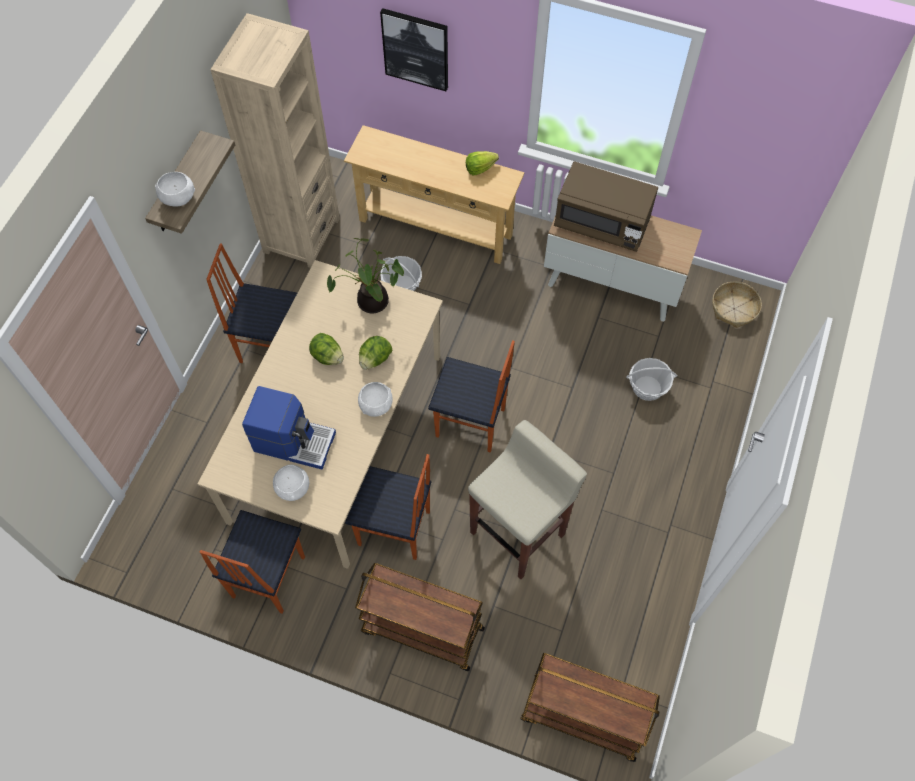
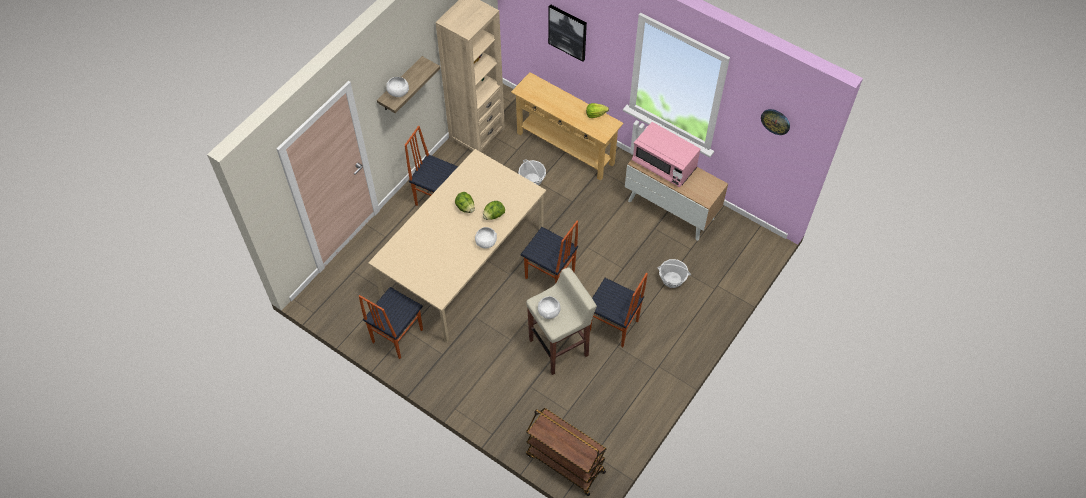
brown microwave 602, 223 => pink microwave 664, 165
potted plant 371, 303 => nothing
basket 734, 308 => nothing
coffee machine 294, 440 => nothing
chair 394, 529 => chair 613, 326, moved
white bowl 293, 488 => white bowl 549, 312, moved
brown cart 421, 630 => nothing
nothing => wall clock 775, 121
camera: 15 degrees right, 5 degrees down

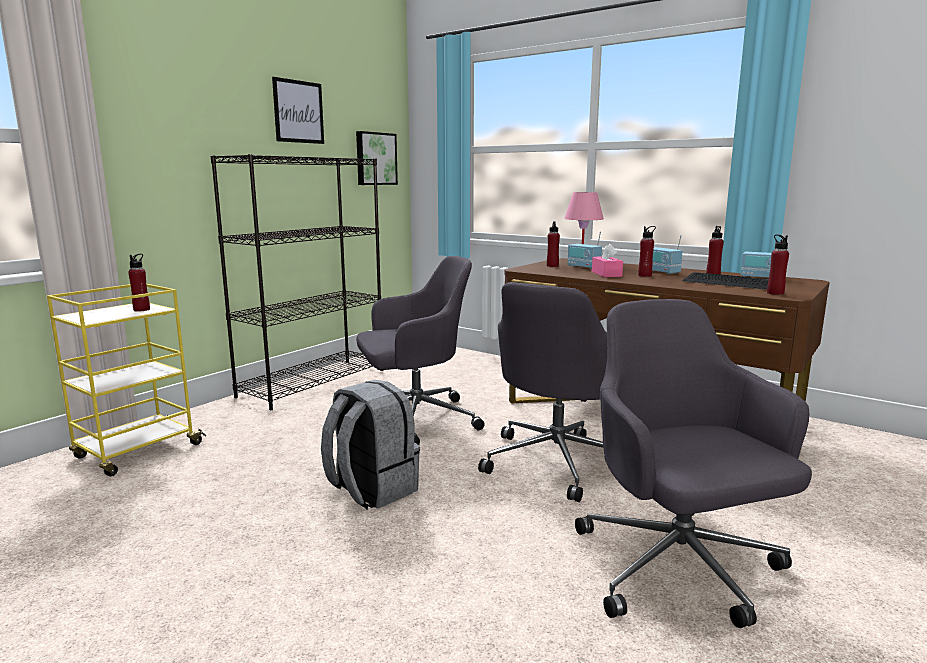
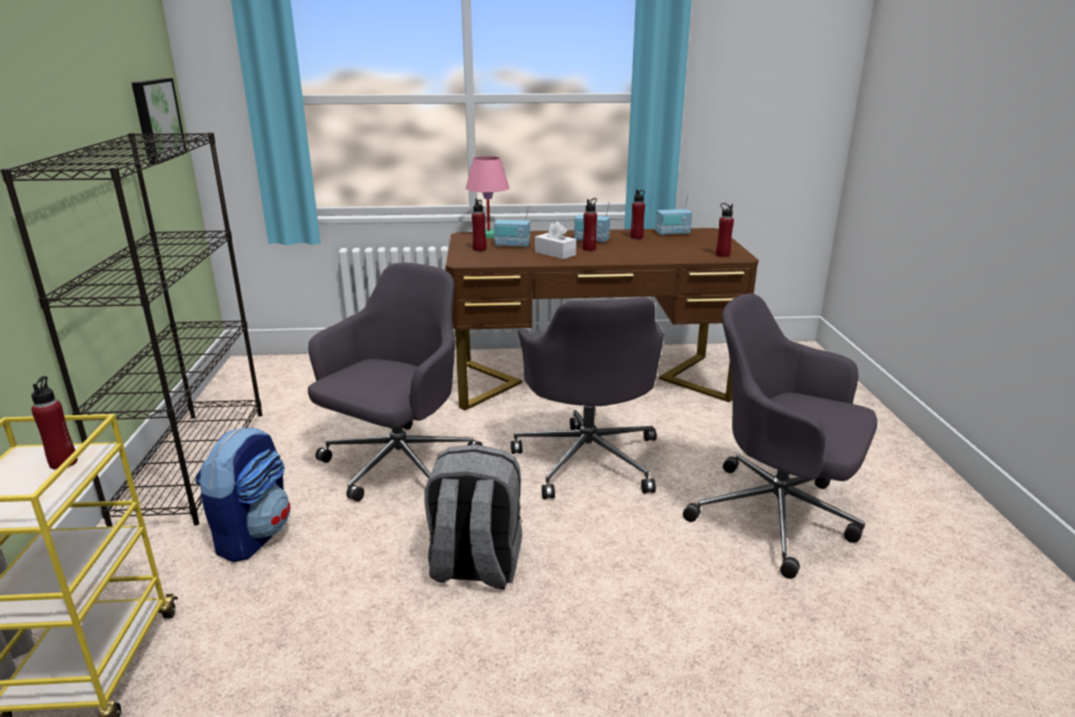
picture 298, 112 => nothing
pink tissue box 606, 274 => white tissue box 555, 253
keyboard 731, 283 => nothing
nothing => backpack 253, 535
camera: 40 degrees left, 10 degrees up

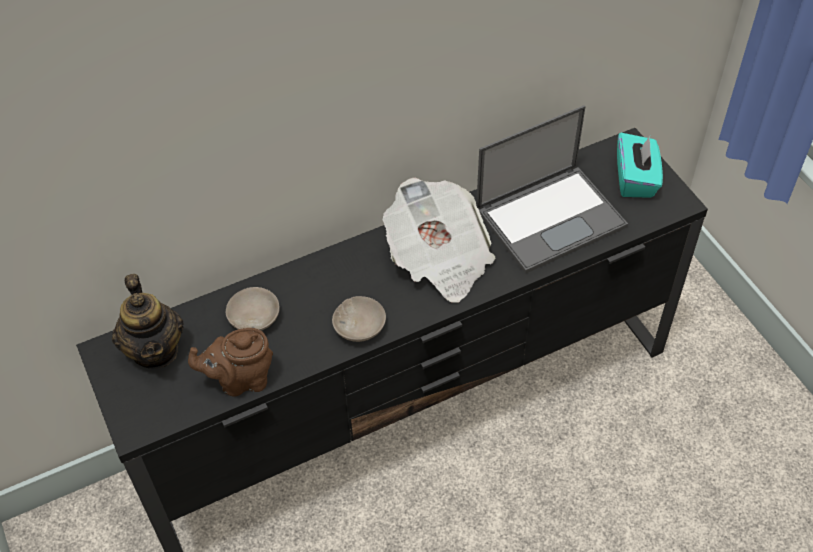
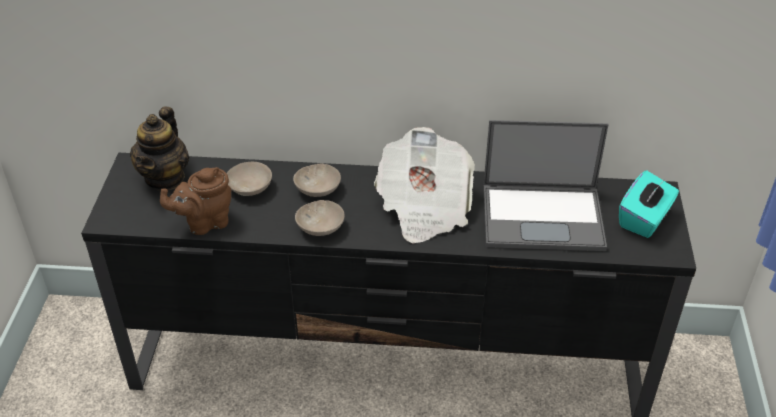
brown teapot 241, 380 => brown teapot 204, 222, 45 degrees counterclockwise
nothing => beige bowl 317, 190
camera: 30 degrees right, 10 degrees down

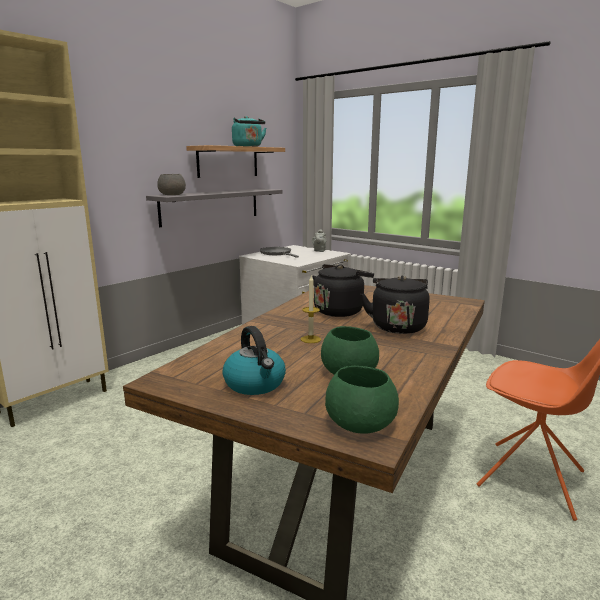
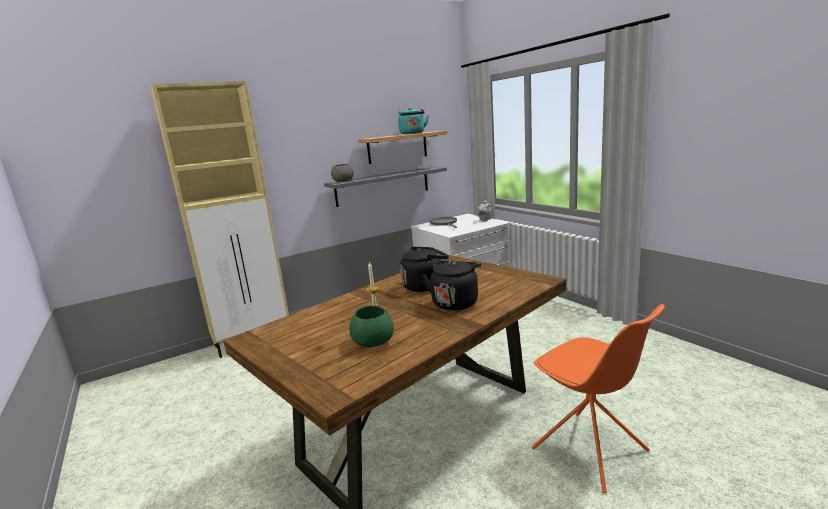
kettle 255, 384 => nothing
green bowl 359, 423 => nothing
camera: 20 degrees right, 0 degrees up

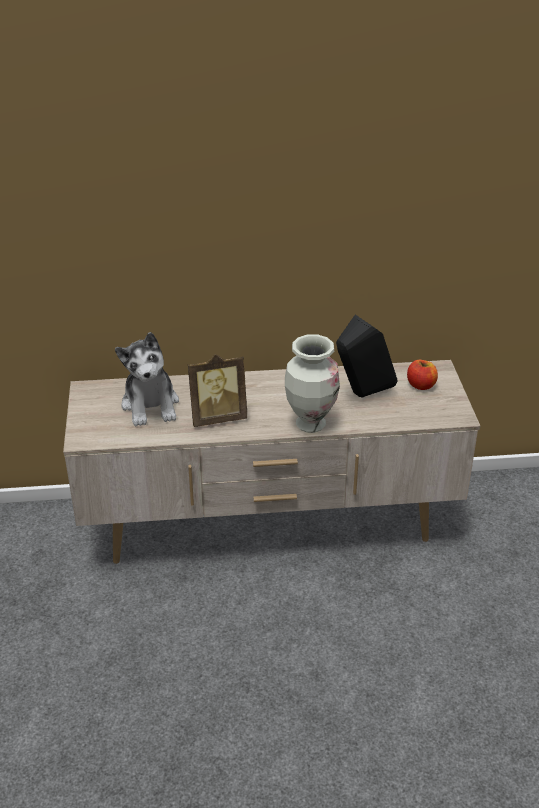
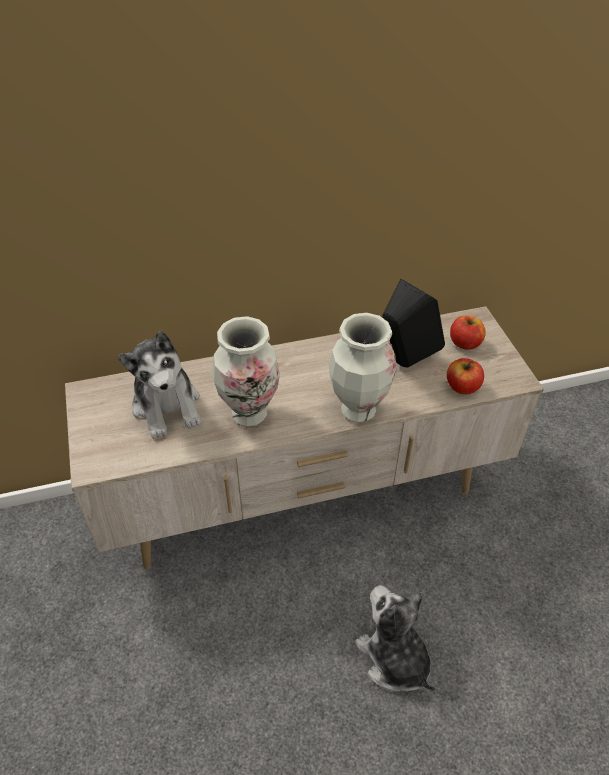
picture frame 218, 417 => vase 249, 414
nothing => apple 462, 387
nothing => plush toy 394, 659
camera: 10 degrees left, 10 degrees up

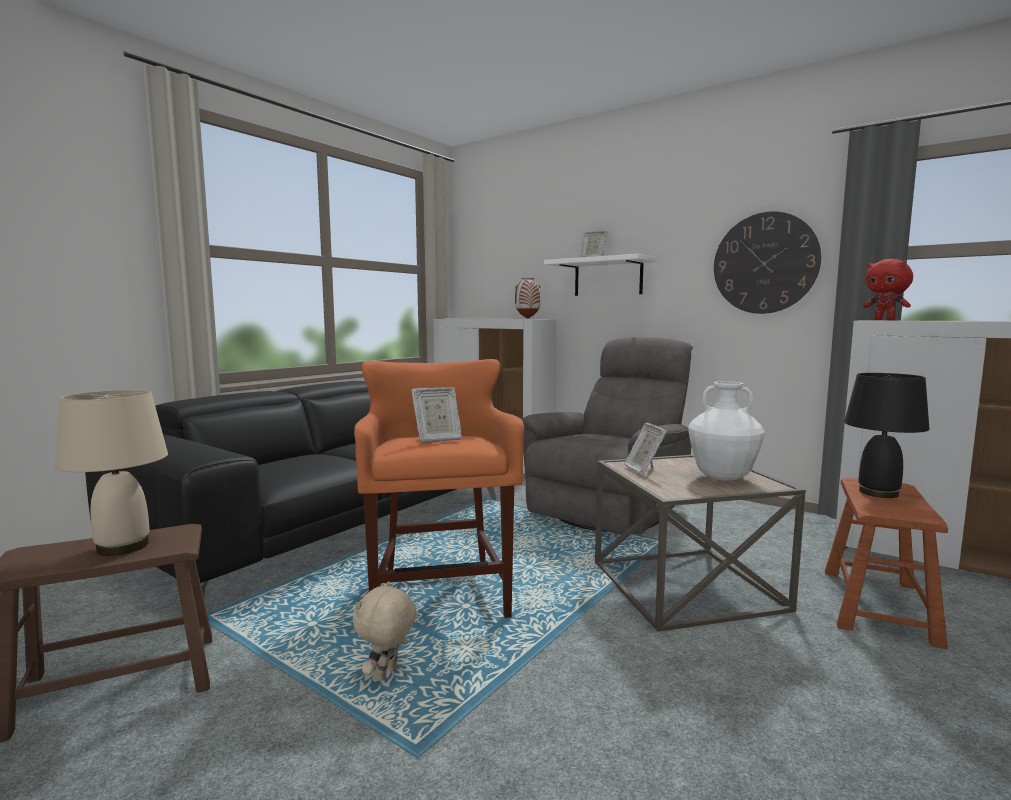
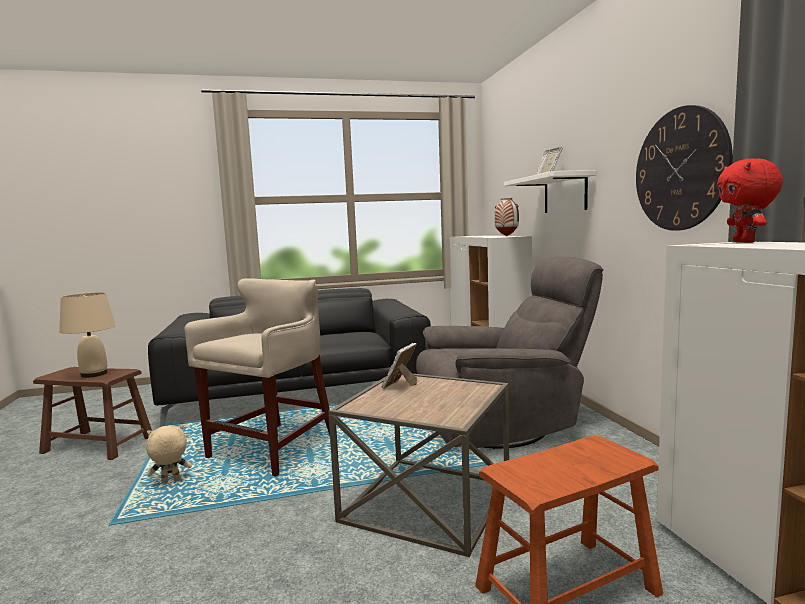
orange stool 439, 593 => beige stool 273, 449
black table lamp 878, 492 => nothing
white vase 722, 478 => nothing
picture frame 437, 439 => nothing
camera: 40 degrees right, 0 degrees up

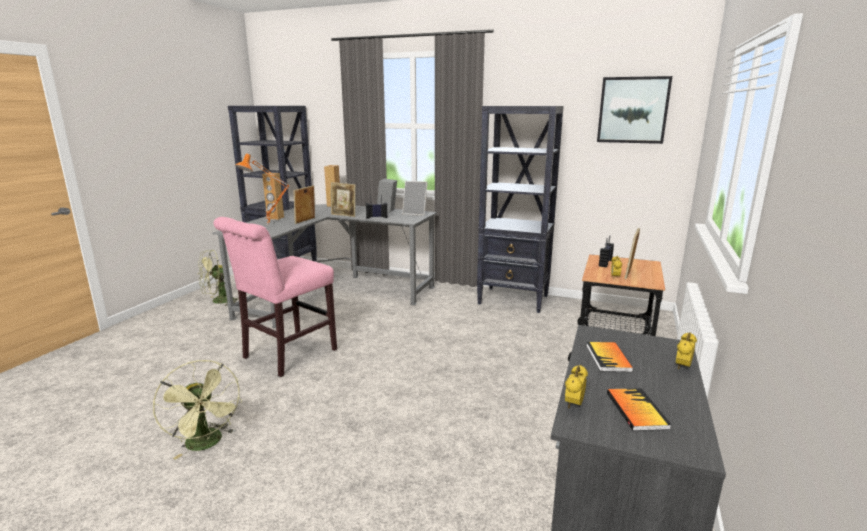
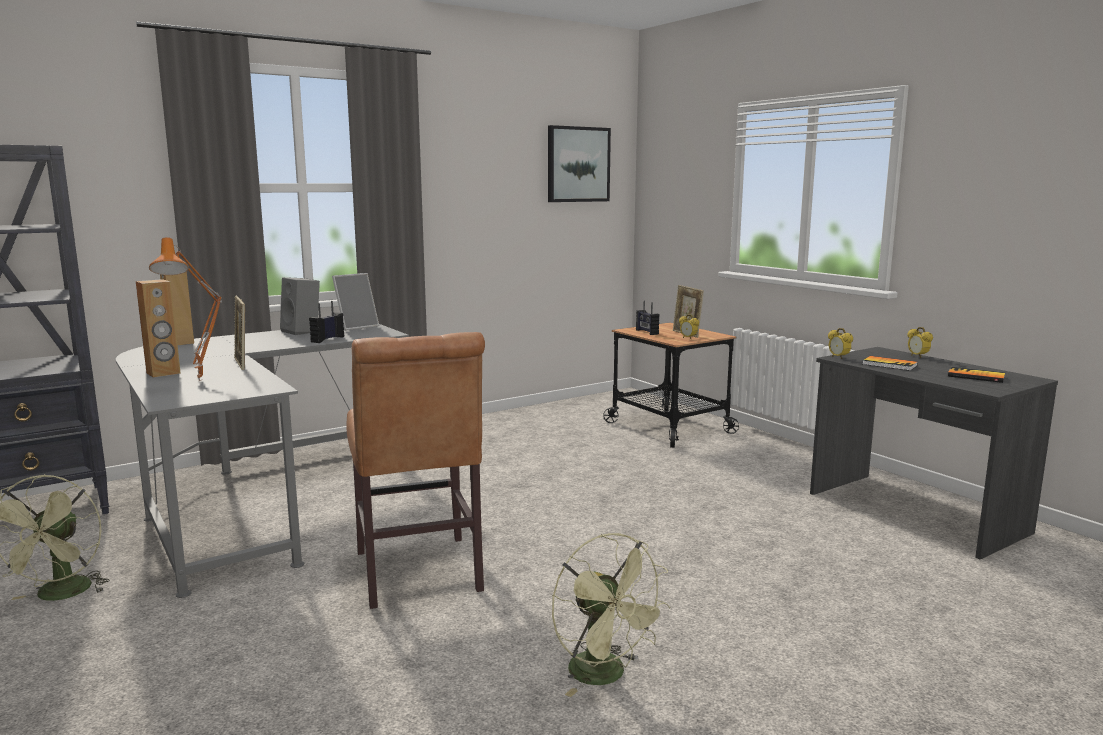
black bookcase 514, 300 => nothing
picture frame 343, 215 => nothing
pink chair 286, 355 => brown chair 419, 575
green fan 207, 444 => green fan 606, 675, 60 degrees clockwise
alarm clock 573, 404 => alarm clock 838, 357, moved
camera: 55 degrees left, 5 degrees down

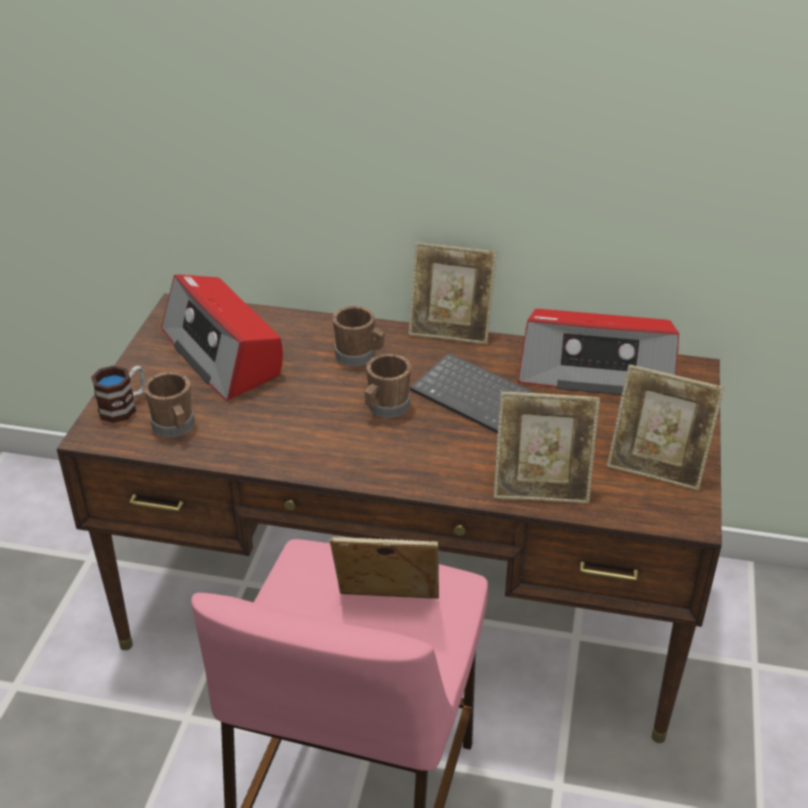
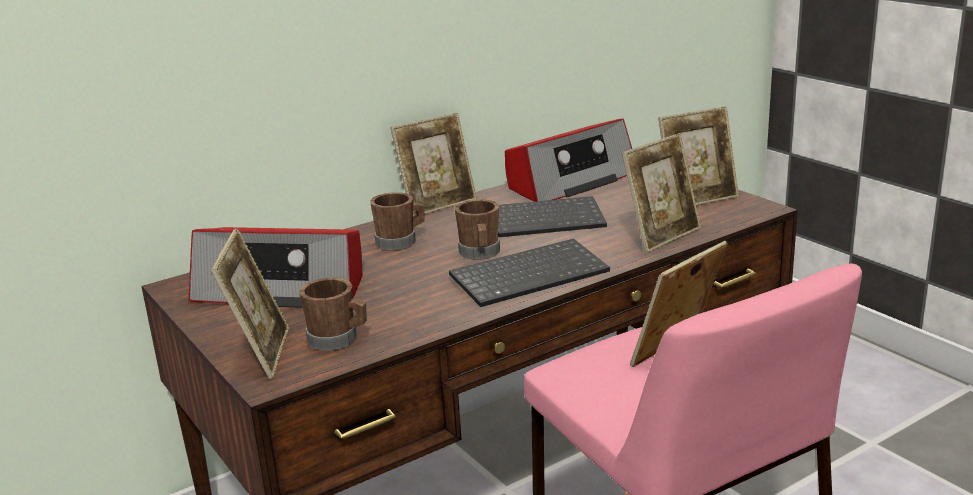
mug 124, 407 => picture frame 261, 353
nothing => keyboard 530, 274
camera: 45 degrees left, 15 degrees down

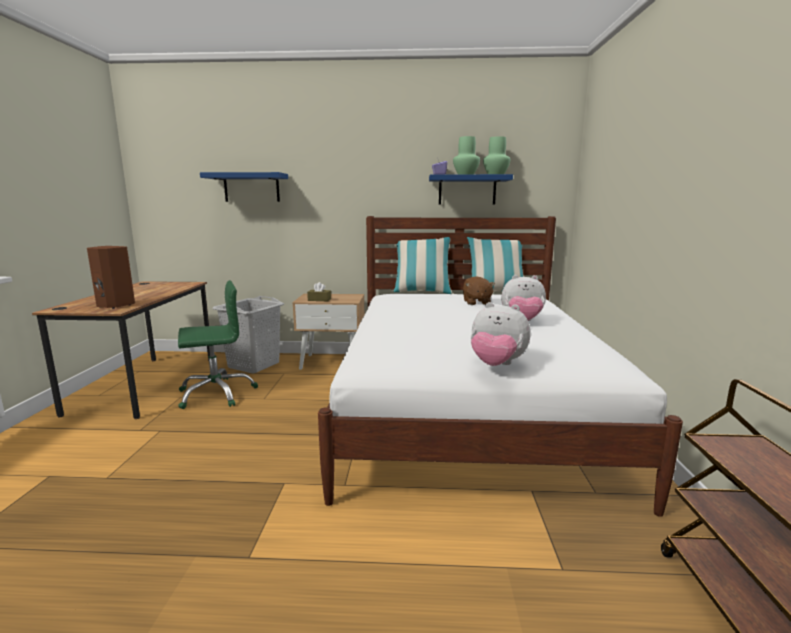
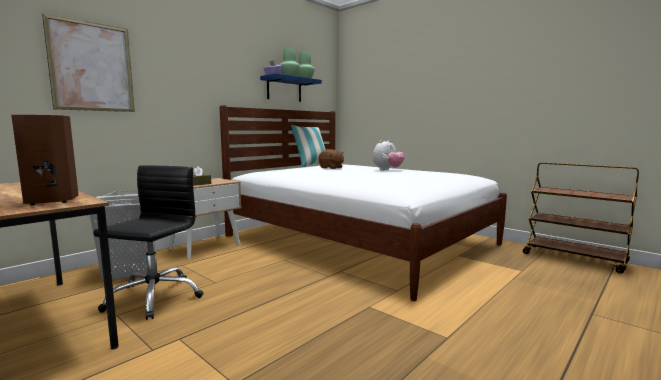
blue shelf 251, 188 => picture 92, 67
pillow 422, 292 => nothing
green office chair 216, 393 => black office chair 154, 297
plush toy 496, 365 => nothing
camera: 50 degrees left, 5 degrees down

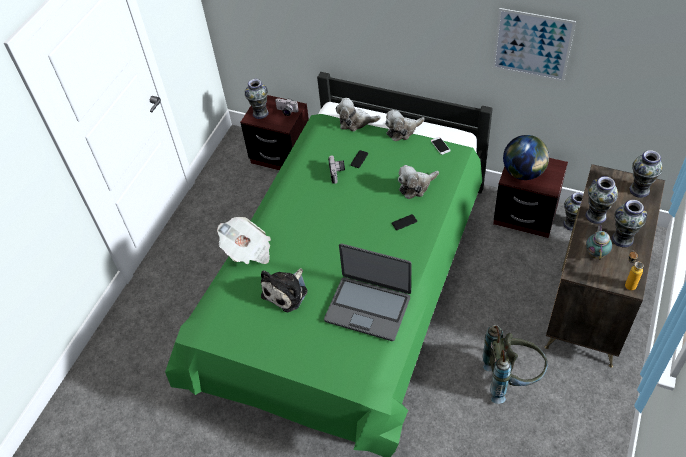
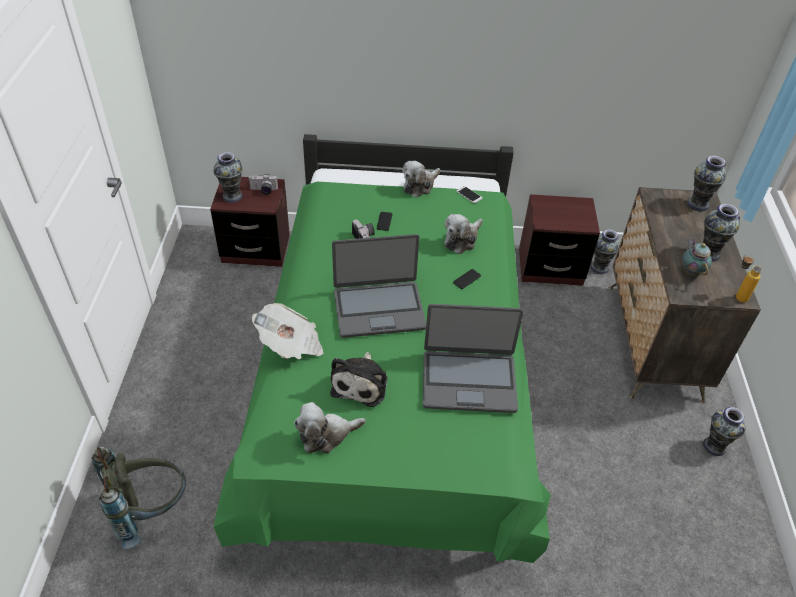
picture 532, 45 => nothing
plush toy 355, 122 => plush toy 326, 435, moved
globe 523, 172 => nothing
vase 595, 216 => vase 714, 446, moved
grey backpack 511, 378 => grey backpack 151, 510, moved
nothing => laptop 379, 309
camera: 25 degrees left, 5 degrees down

